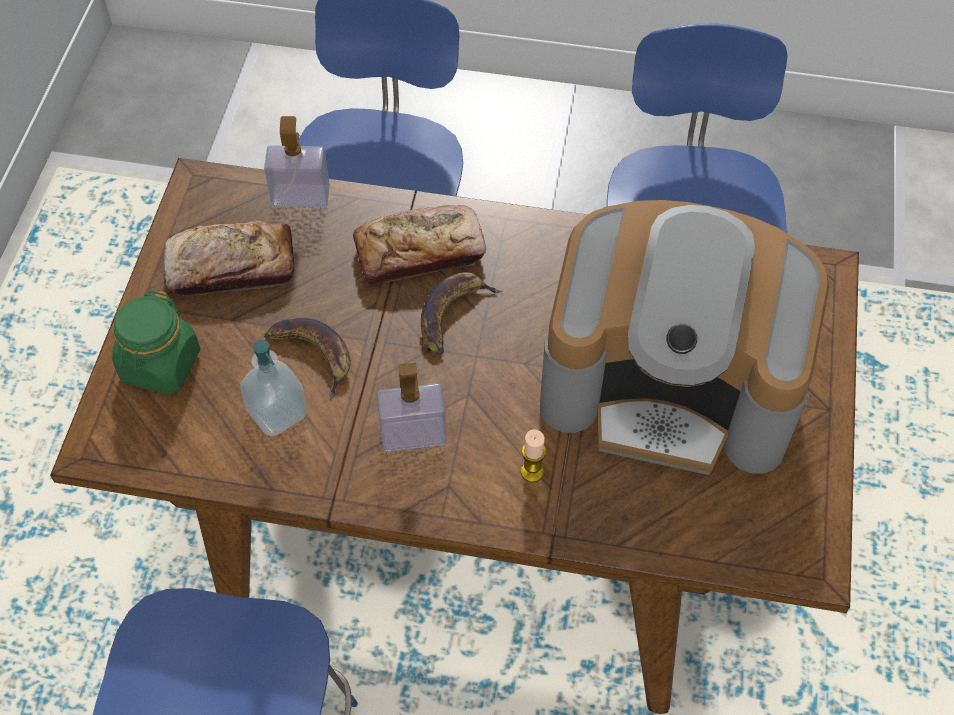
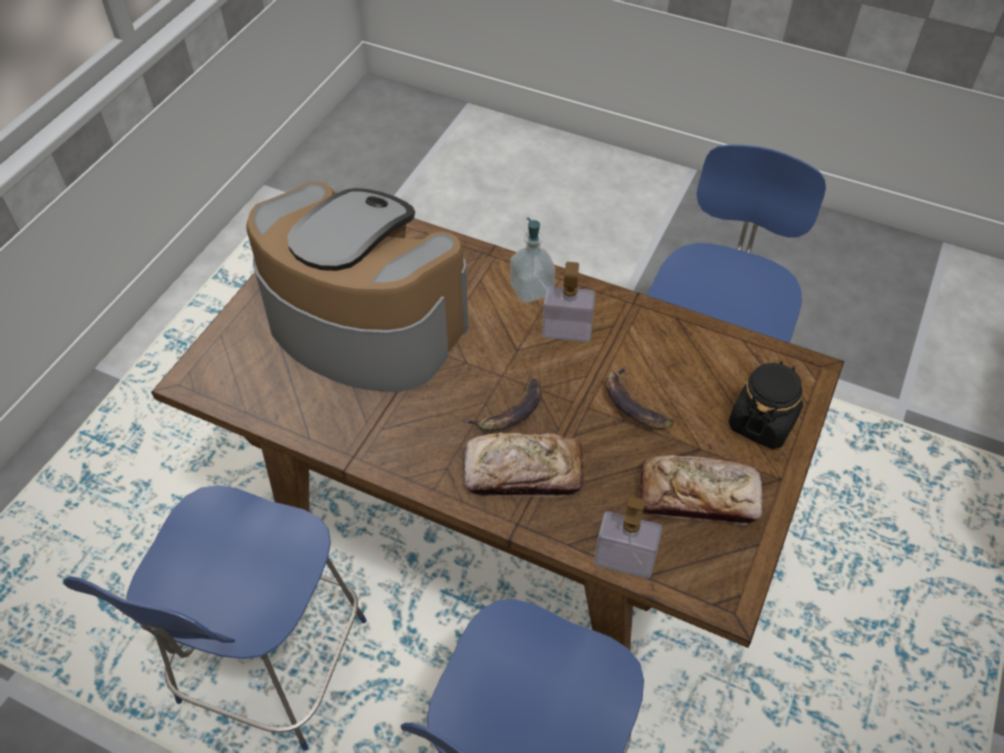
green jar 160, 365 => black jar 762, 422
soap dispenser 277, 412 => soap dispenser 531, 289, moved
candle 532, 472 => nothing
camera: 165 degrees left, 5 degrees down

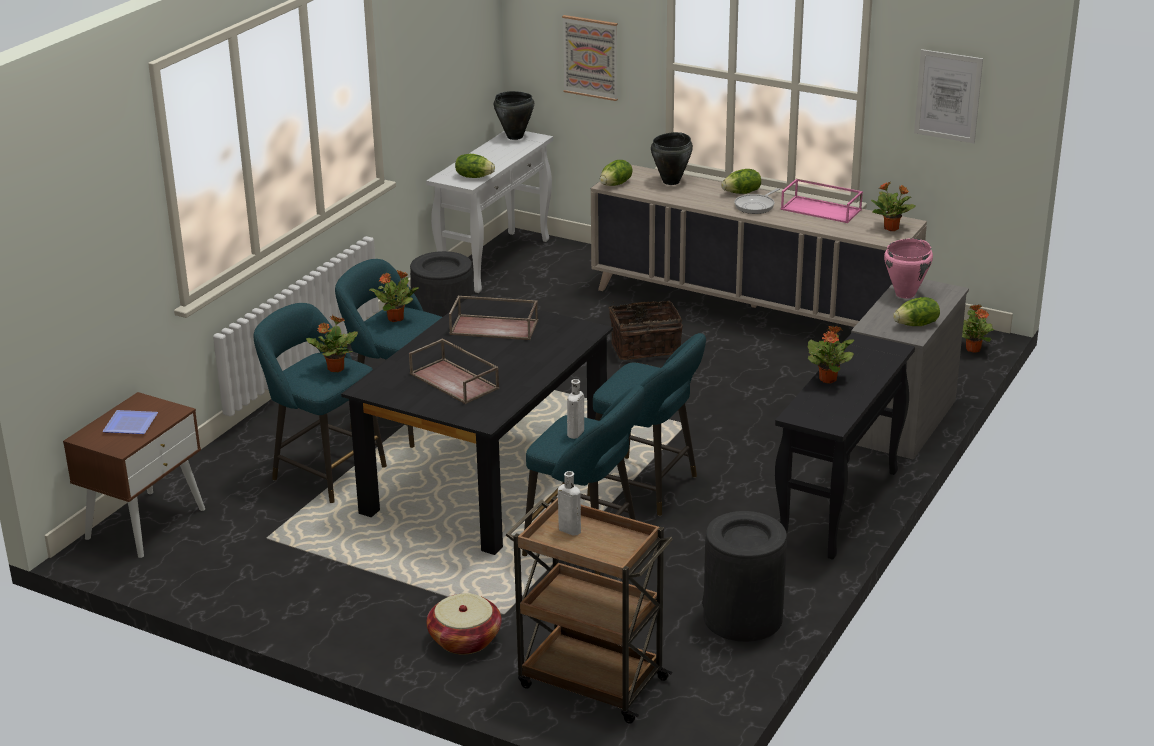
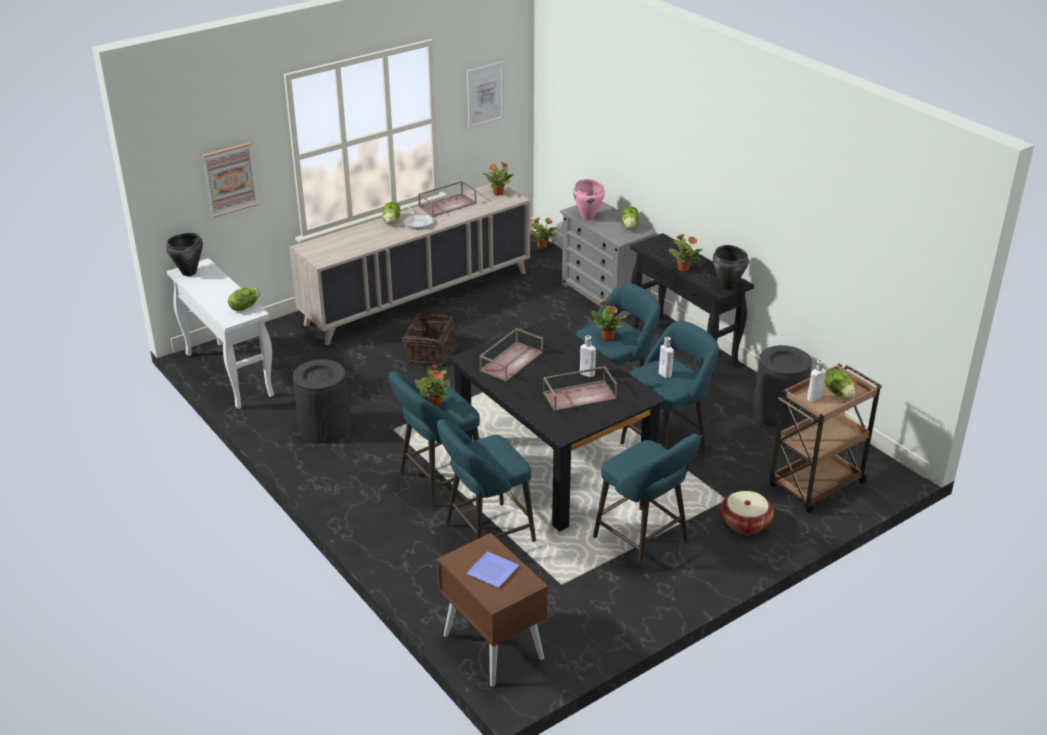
black cooking pot 671, 181 => black cooking pot 727, 286, moved
lettuce 616, 184 => lettuce 839, 393, moved
pink tray 822, 209 => brown tray 447, 204
potted plant 335, 369 => potted plant 608, 337, moved
nothing => white bottle 588, 373
nothing => turquoise stool 644, 541
camera: 65 degrees left, 5 degrees up

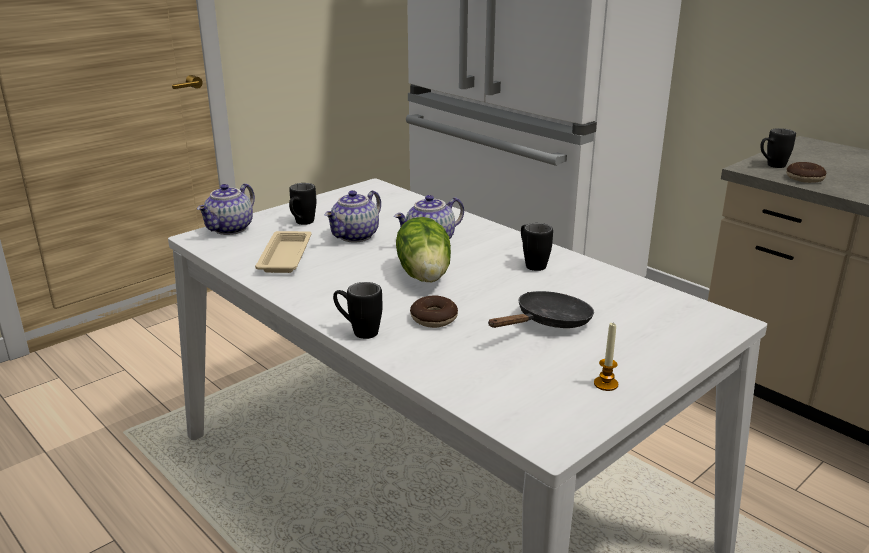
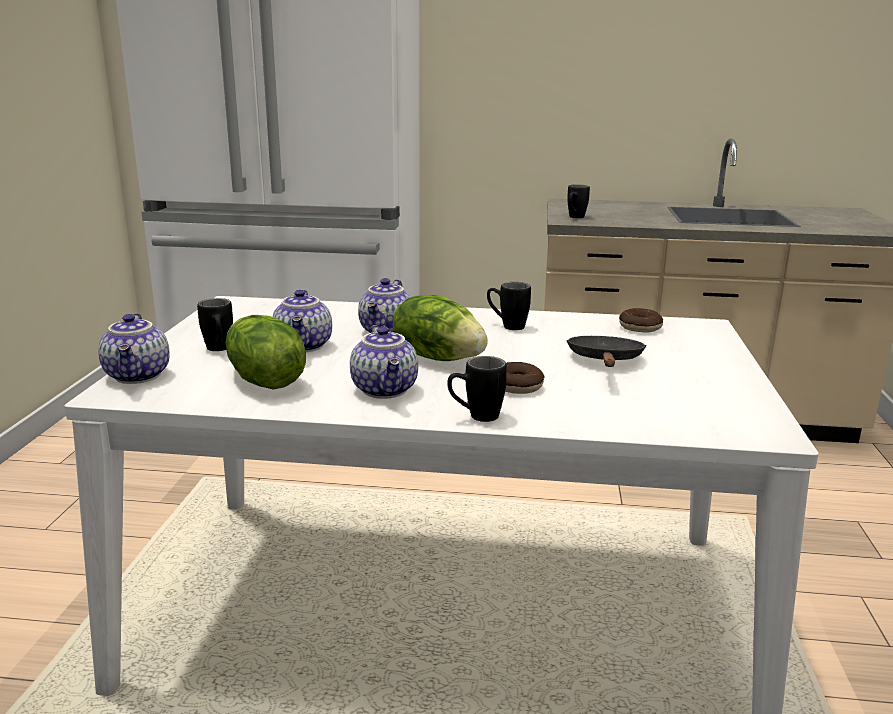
donut 804, 178 => donut 640, 327, moved
beige tray 285, 256 => lettuce 263, 381
candle 606, 384 => nothing
nothing => teapot 386, 390
camera: 40 degrees left, 5 degrees down

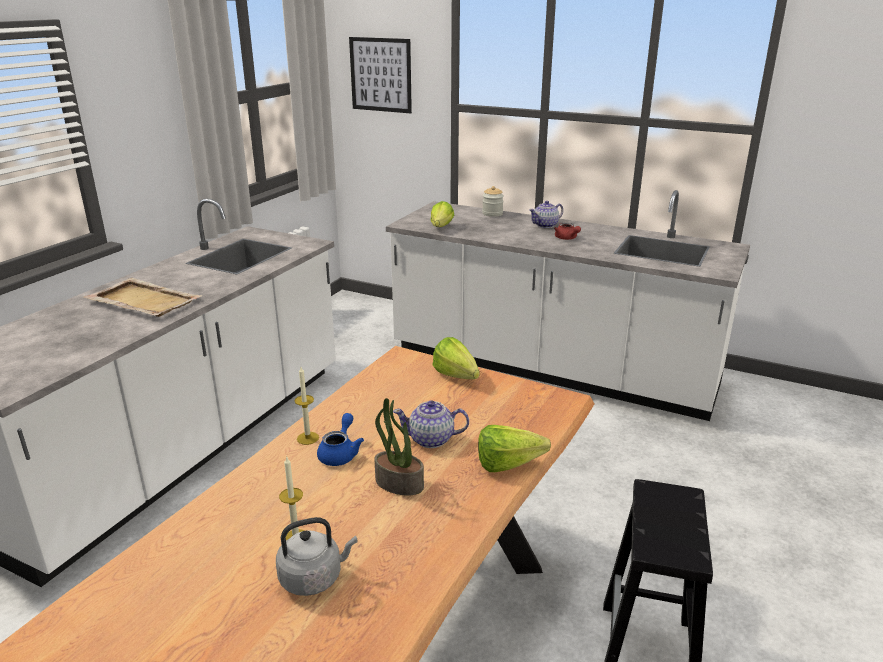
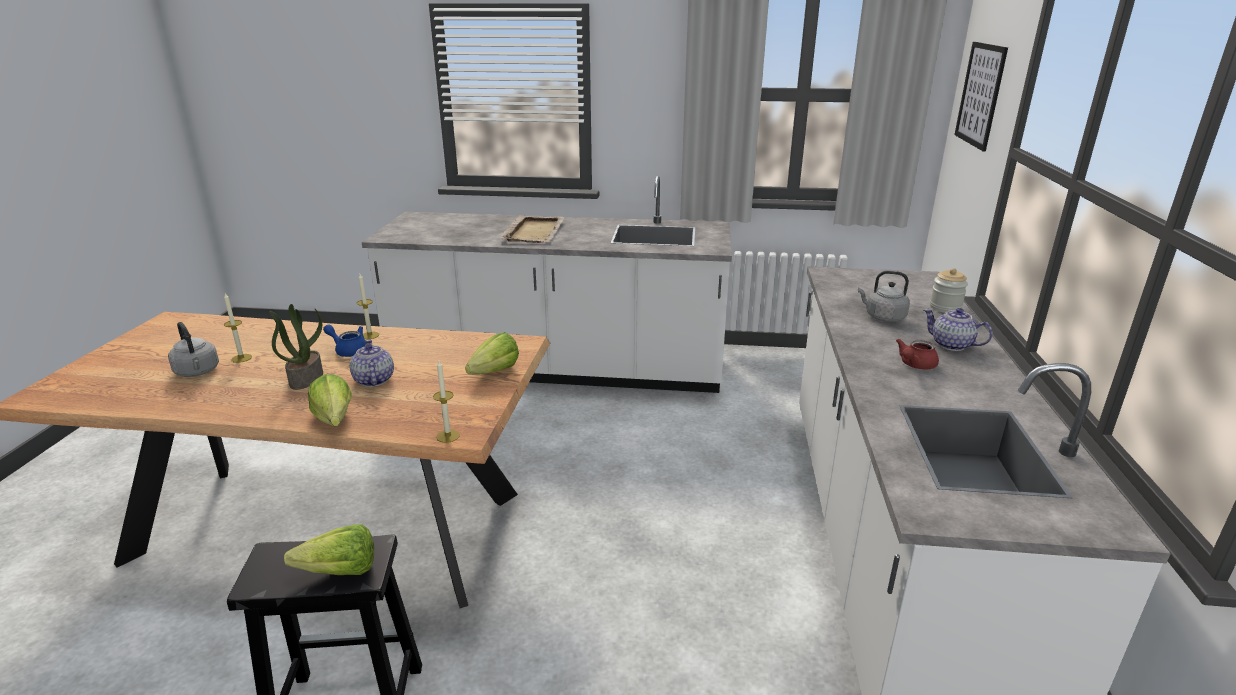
lettuce 439, 229 => lettuce 333, 572, moved
blue teapot 340, 453 => blue teapot 349, 350, 150 degrees counterclockwise
nothing => grey kettle 883, 317
nothing => candle 448, 436
camera: 70 degrees right, 0 degrees up

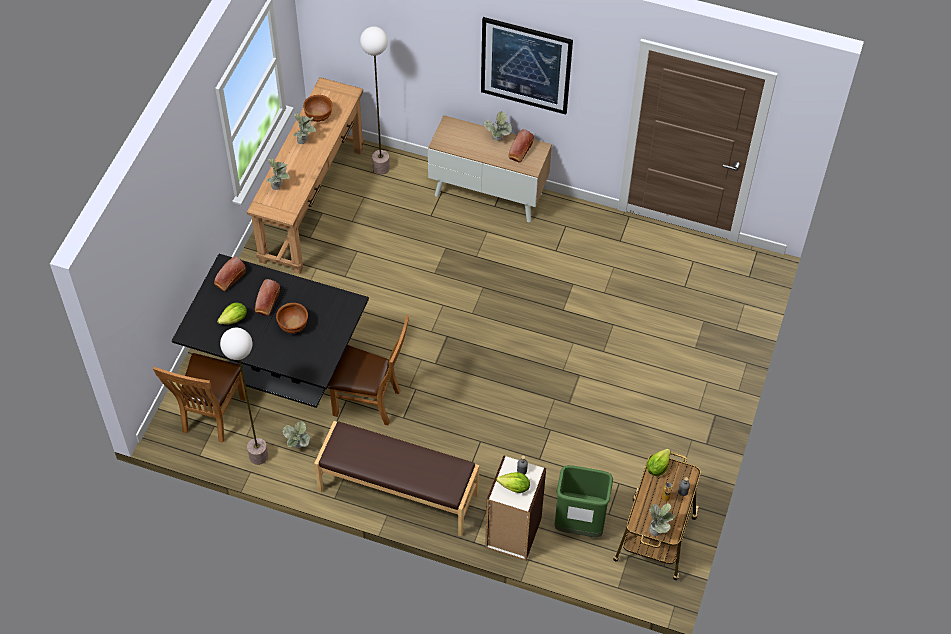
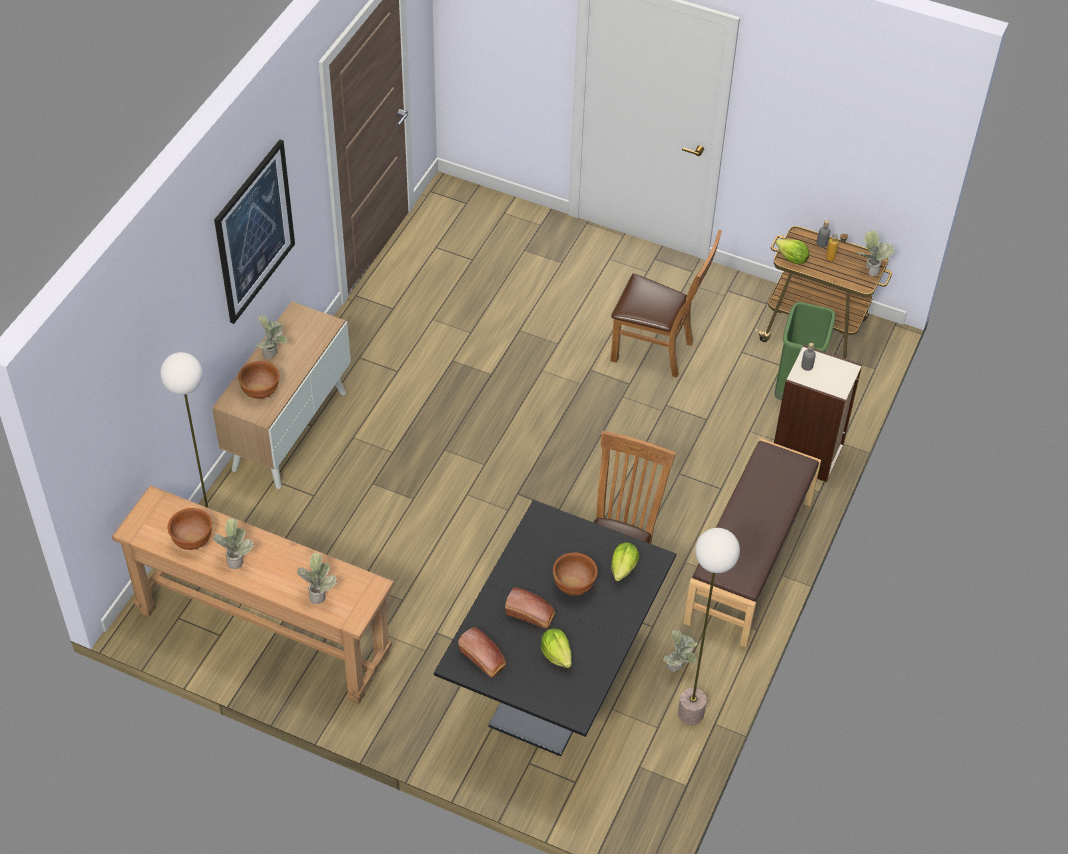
bread 520, 151 => nothing
brown chair 211, 417 => brown chair 657, 351, moved
lettuce 514, 487 => lettuce 623, 568, moved
nothing => brown bowl 261, 391
camera: 85 degrees left, 5 degrees down

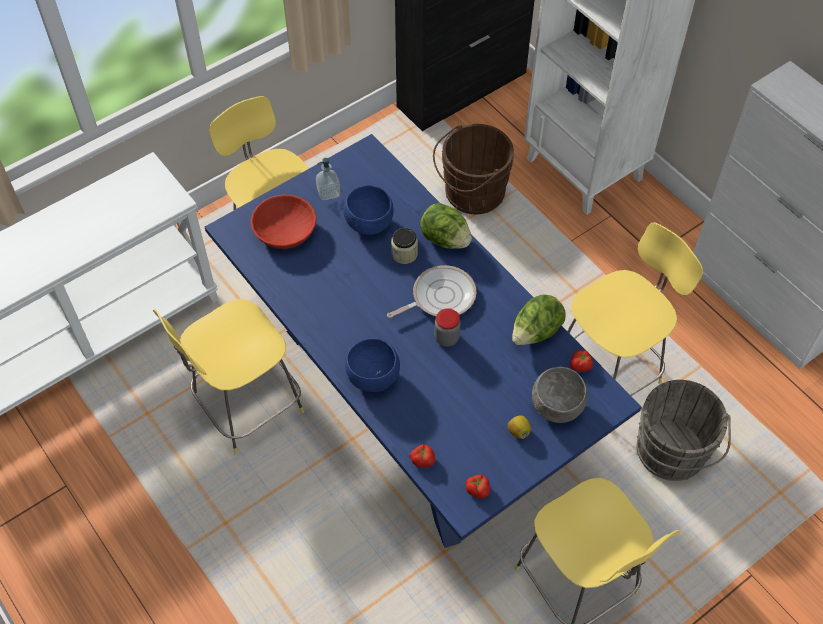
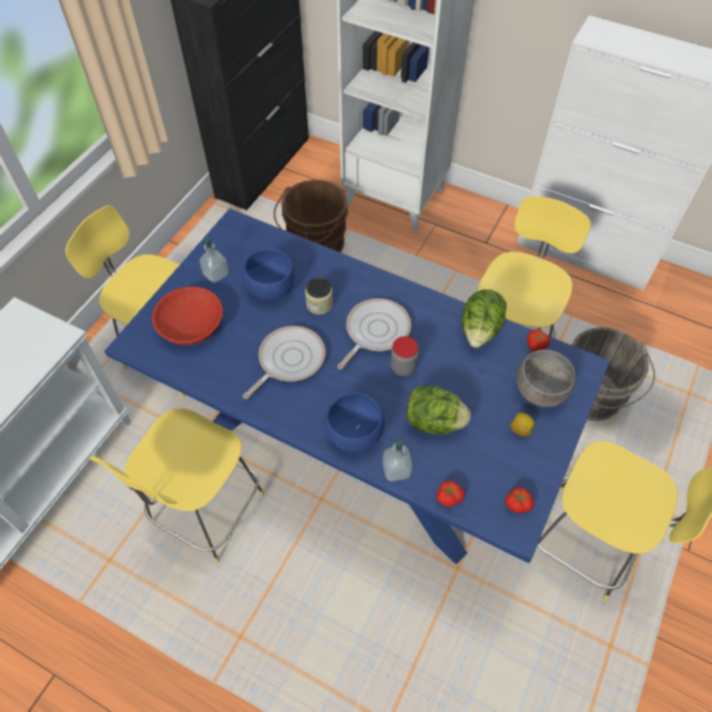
lettuce 445, 239 => lettuce 433, 421, moved
nothing => frying pan 288, 360
nothing => soap dispenser 396, 469
camera: 25 degrees left, 0 degrees up

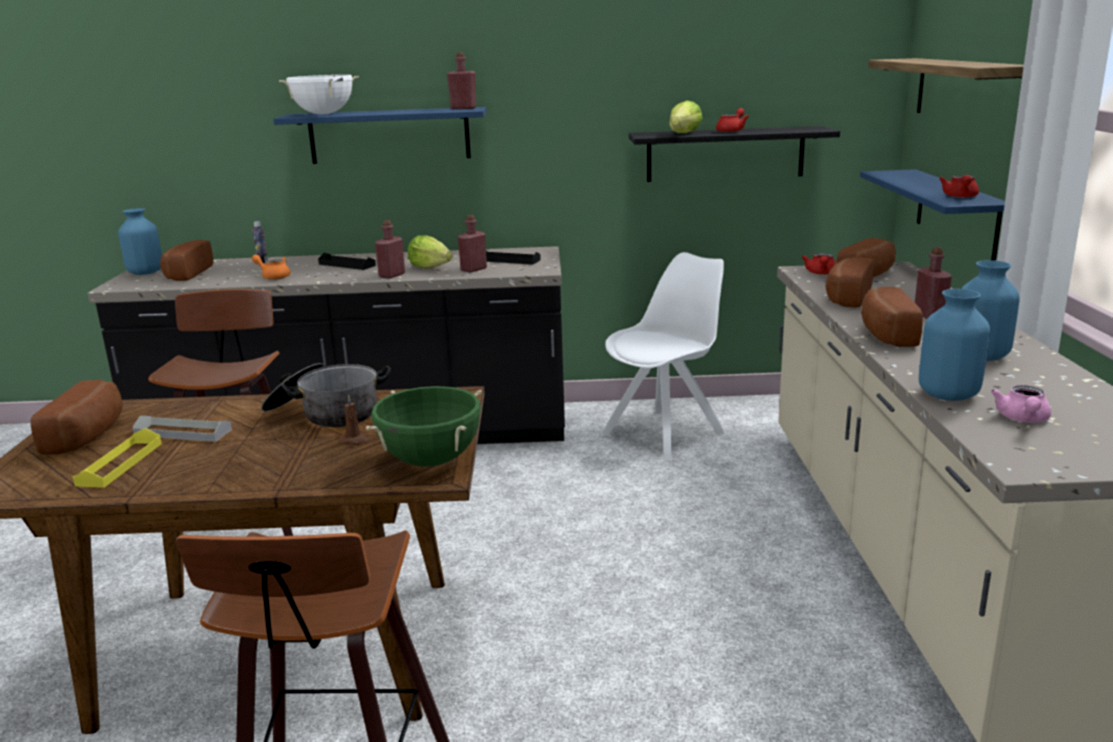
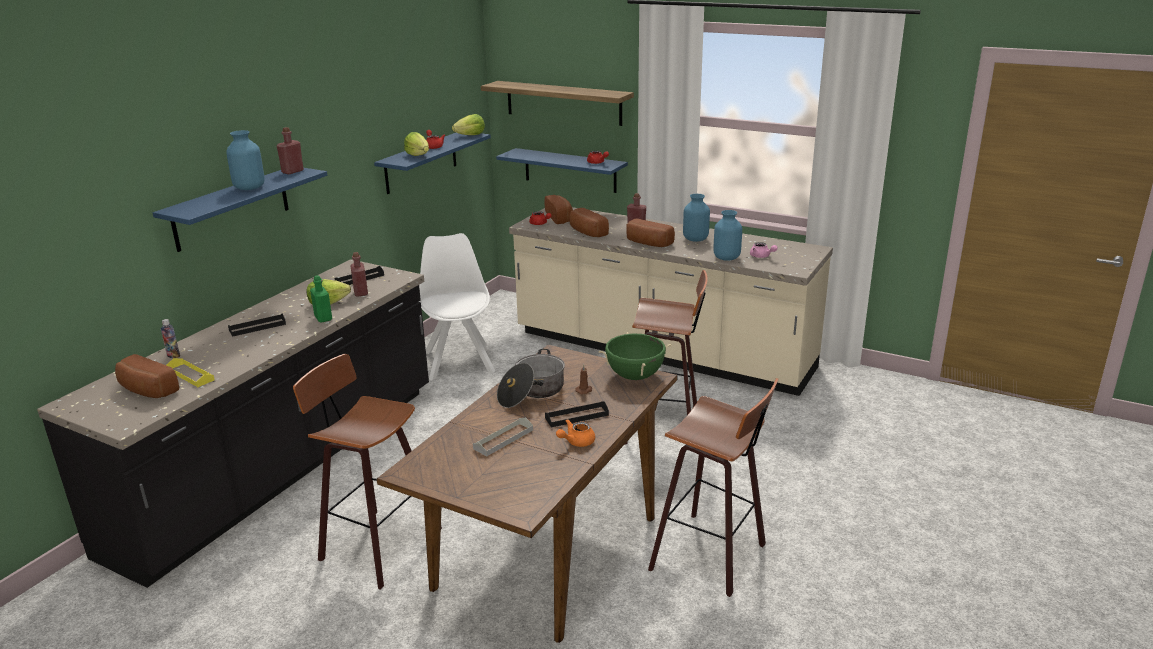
white cooking pot 323, 114 => nothing
black shelf 725, 154 => blue shelf 421, 162
blue vase 146, 273 => blue vase 250, 187, moved
red bottle 392, 275 => green bottle 323, 318
orange teapot 273, 276 => orange teapot 576, 442, moved
bread 90, 435 => nothing
yellow tray 120, 464 => yellow tray 190, 375, moved
nothing => lettuce 470, 135
nothing => stool 665, 424
nothing => black tray 576, 416
camera: 60 degrees left, 5 degrees up

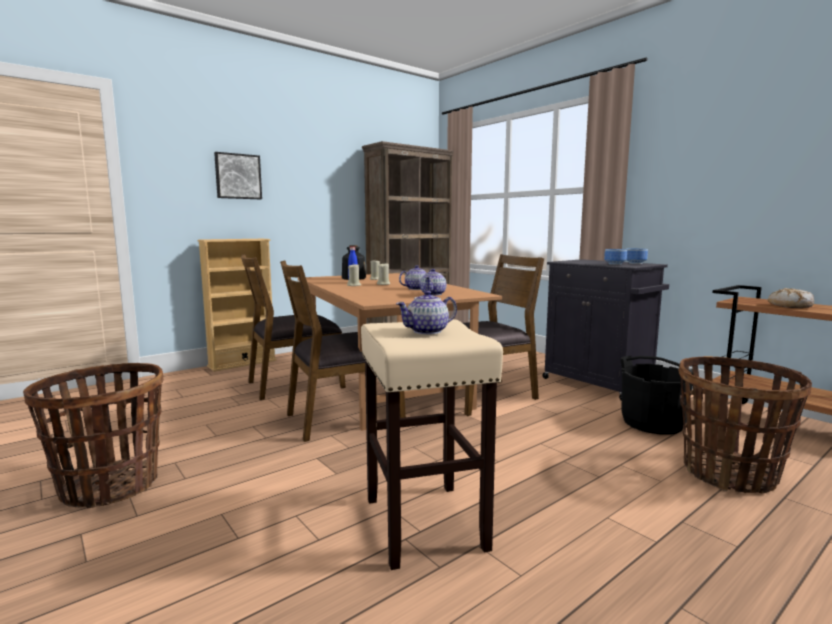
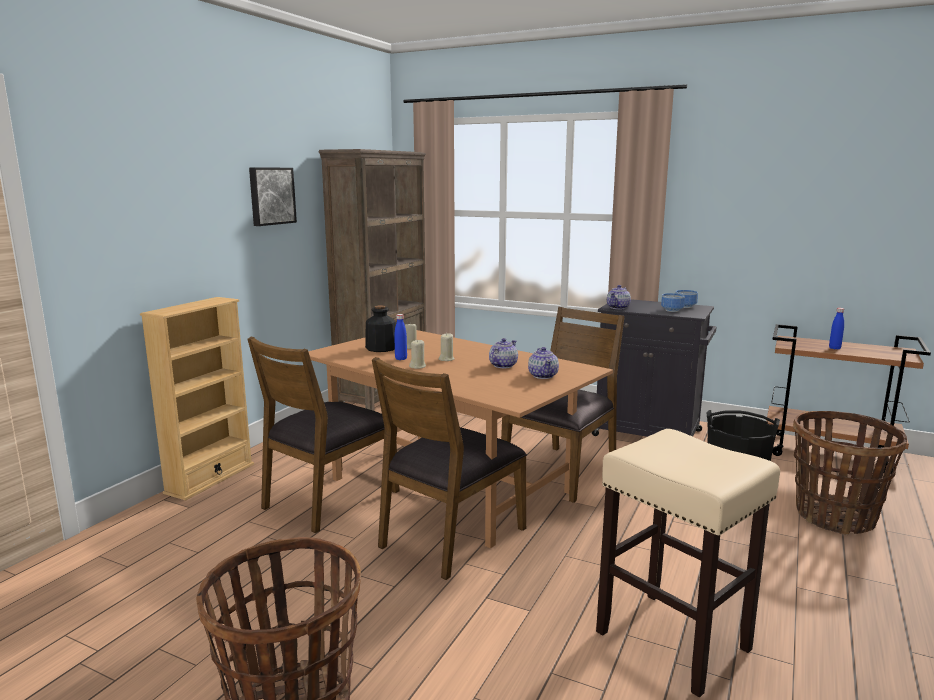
picture 238, 176 => picture 271, 196, moved
bread 790, 306 => blue bottle 834, 348
teapot 428, 331 => teapot 618, 307, moved
camera: 25 degrees left, 5 degrees up

